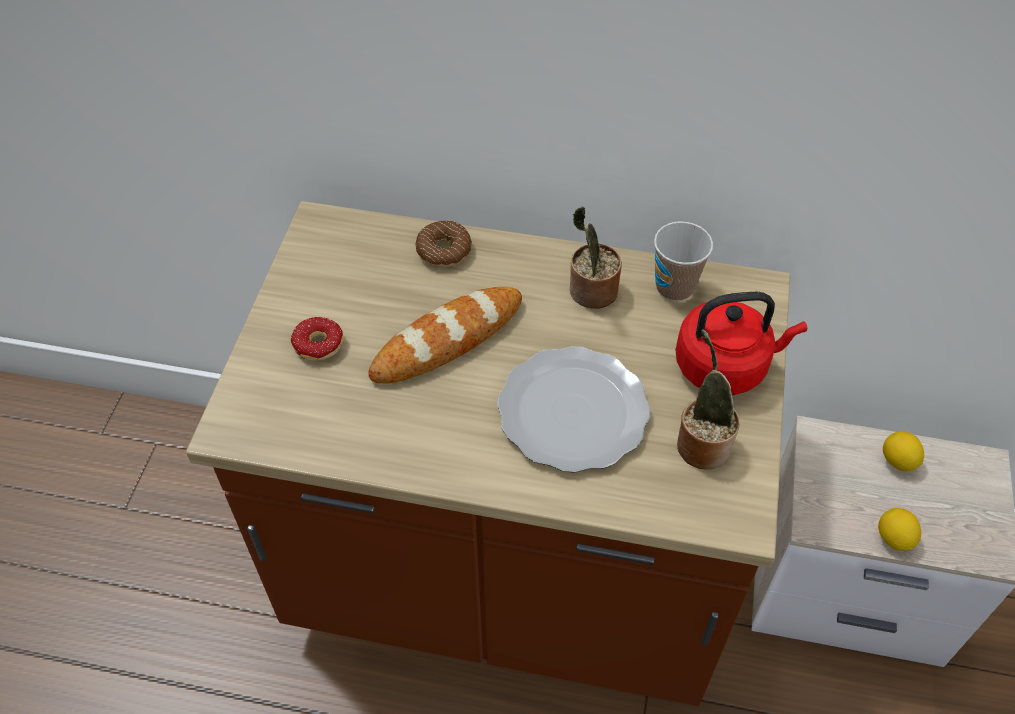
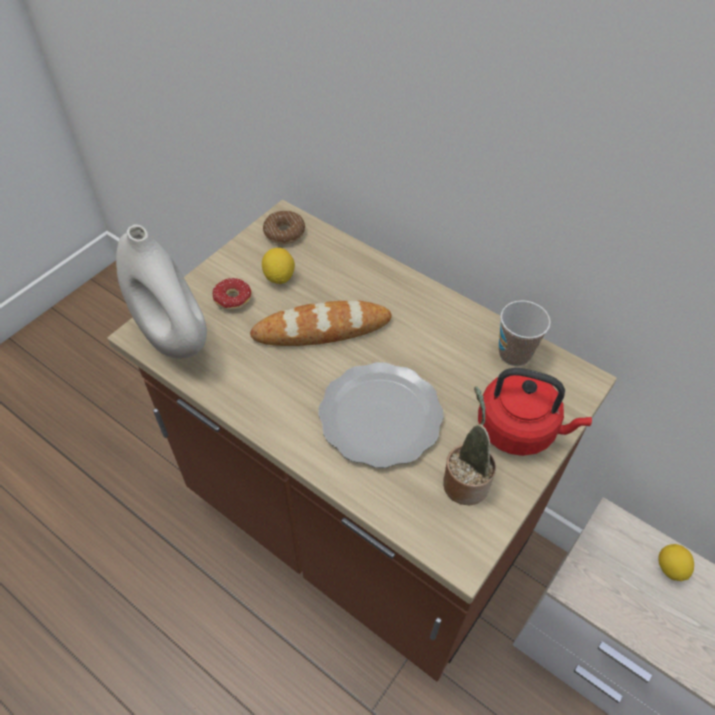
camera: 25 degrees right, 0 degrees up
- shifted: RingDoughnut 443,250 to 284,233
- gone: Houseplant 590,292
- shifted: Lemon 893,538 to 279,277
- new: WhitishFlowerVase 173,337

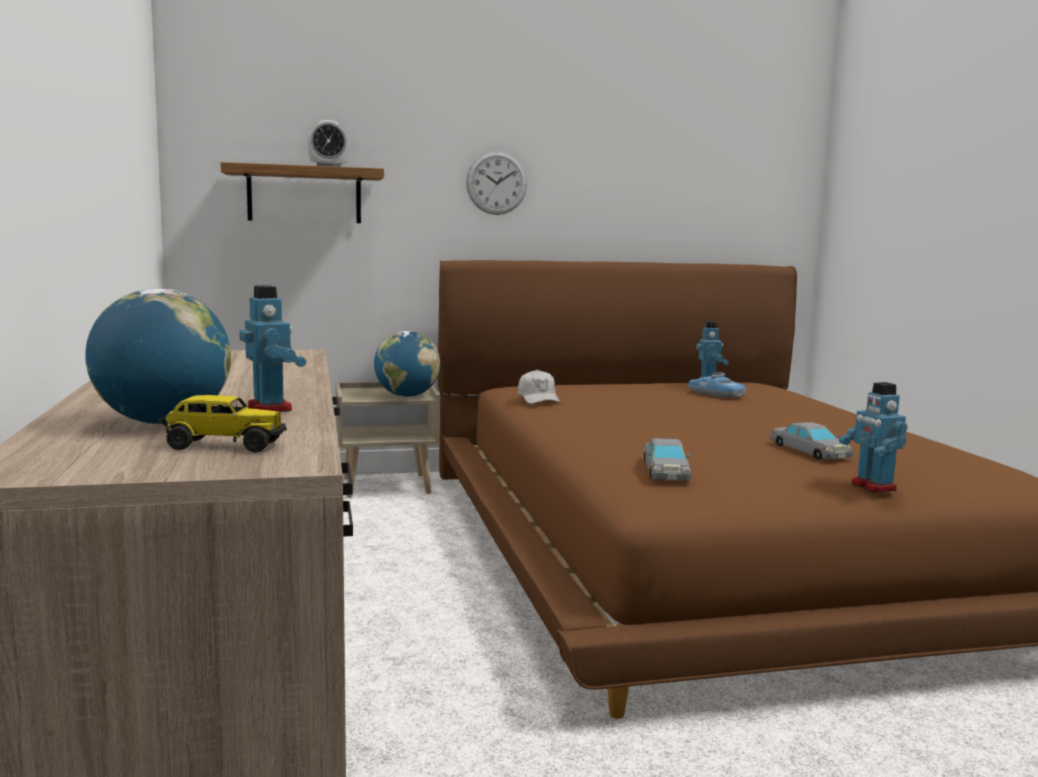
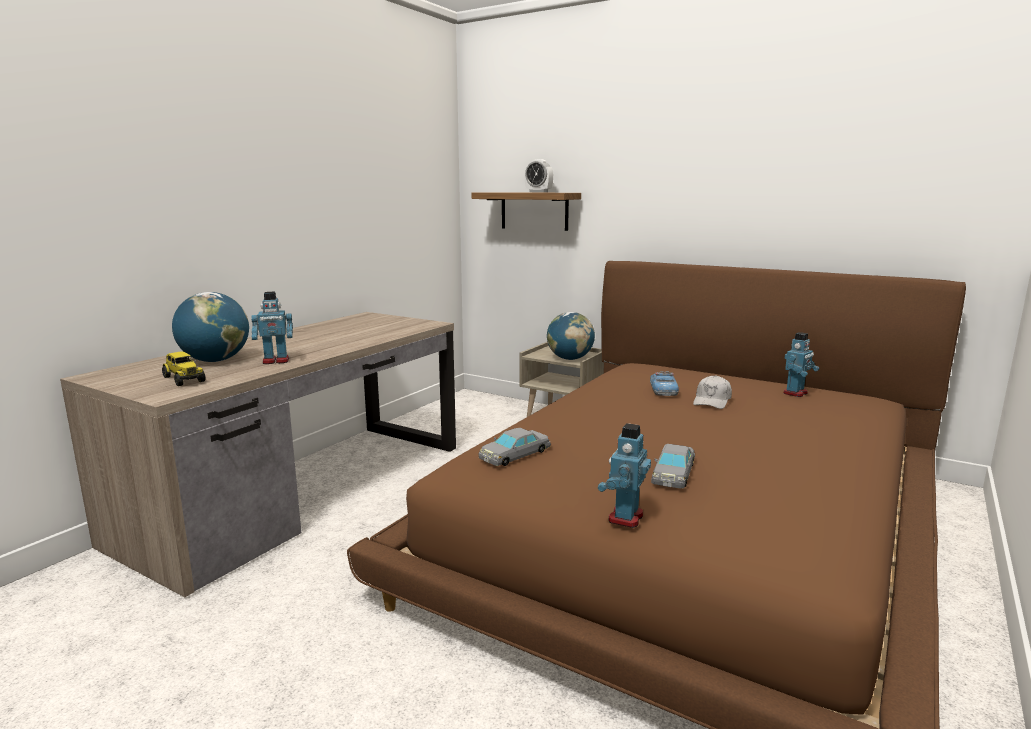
camera: 45 degrees right, 5 degrees up
- rotated: RobotFigure 271,408 = 276,361 60 degrees clockwise
- gone: ClockOnTheWall 496,183
- shifted: WhitishCap 538,399 to 712,401
- shifted: MiniatureCar 715,394 to 663,390

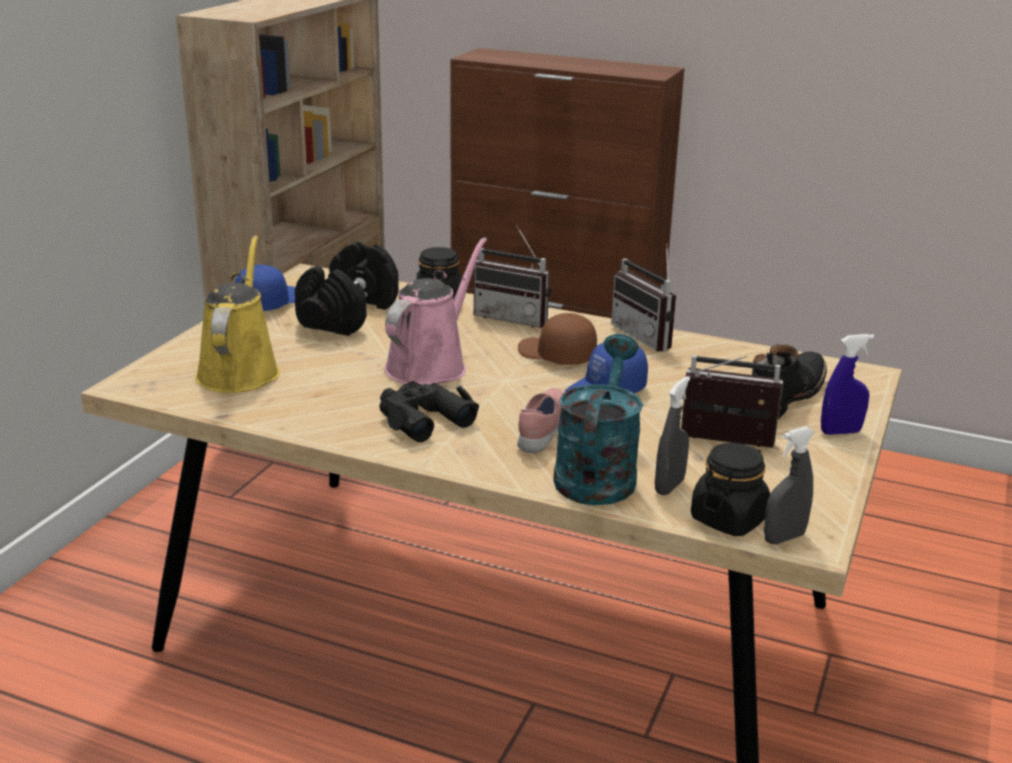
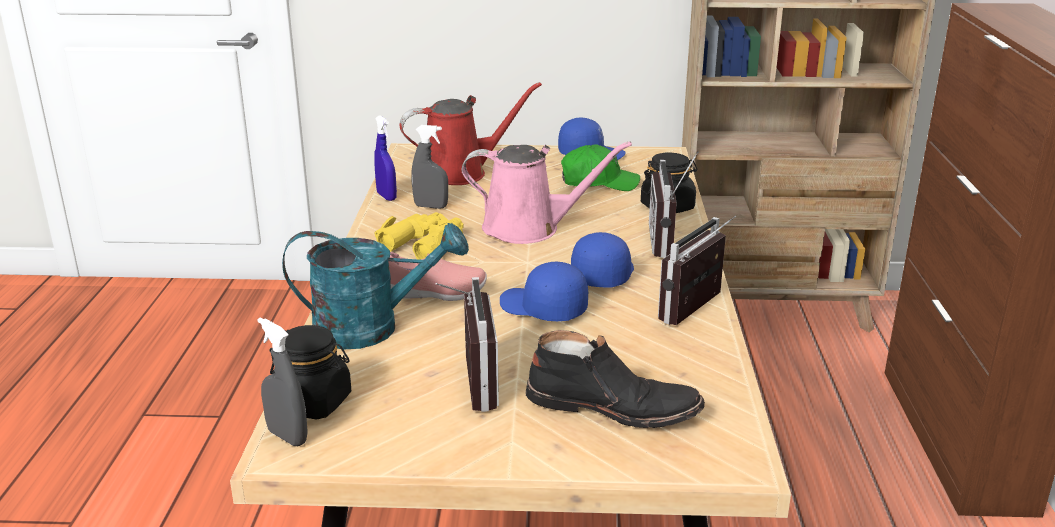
camera: 70 degrees right, 0 degrees up
- repainted: YellowColouredSprinklingCan 240,370 to RedColouredSprinklingCan 459,173
- swapped: BlackColouredFreeWeight 348,314 to GreenColouredCap 598,182
- repainted: BlackColouredPairOfBinoculars 422,419 to YellowColouredPairOfBinoculars 425,244
- repainted: BrownishCap 555,355 to BluishCap 602,274
- shifted: GrayHandSprayer 669,486 to 431,206
- shifted: BluishHandSprayer 840,432 to 386,196

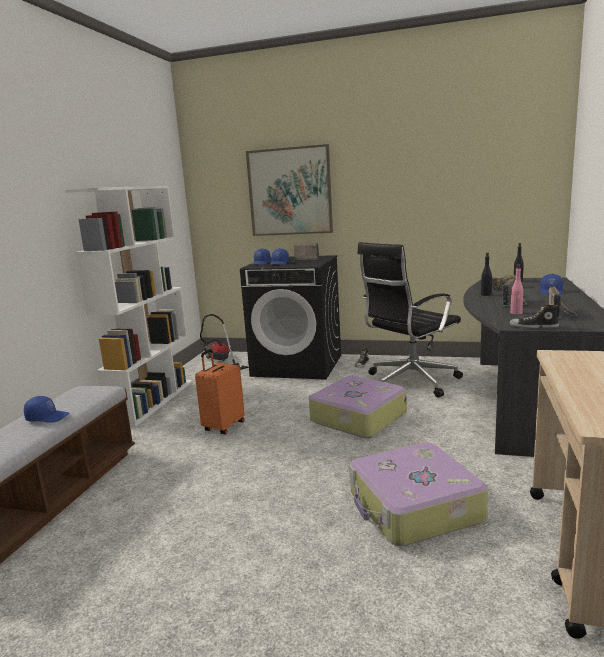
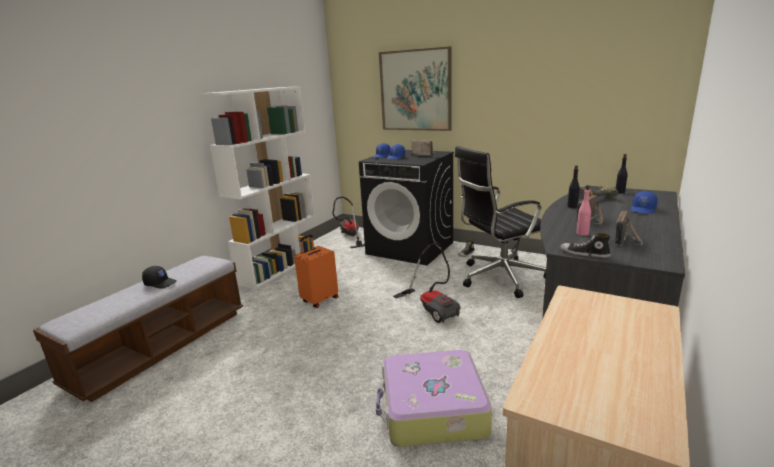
camera: 15 degrees right, 5 degrees up
- repainted: BluishCap 48,417 to BlackColouredCap 161,283
- swapped: Suitcase 357,417 to Hoover 432,308

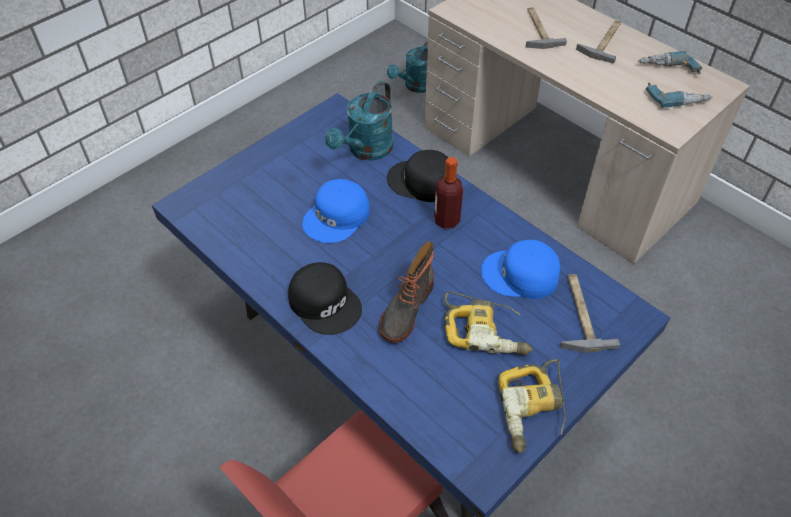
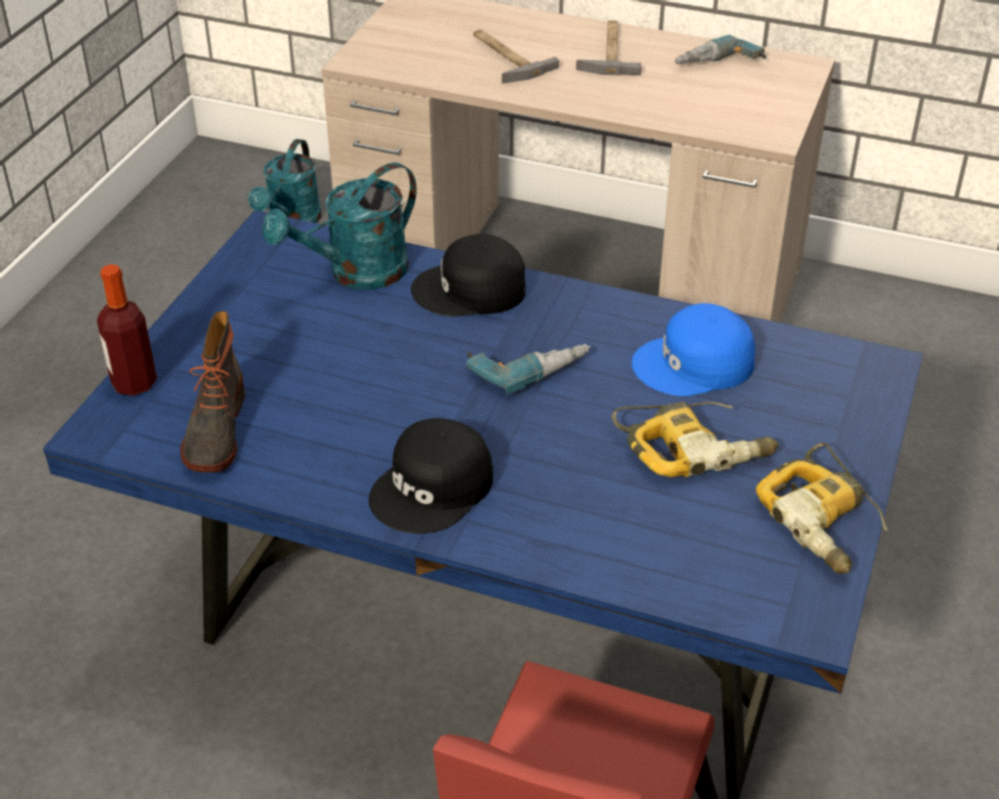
camera: 25 degrees left, 10 degrees down
- rotated: BlackColouredCap 325,302 = 433,488 105 degrees clockwise
- gone: BluishCap 337,217
- rotated: TurquoiseSprinklingCan 366,151 = 356,274 45 degrees clockwise
- shifted: Boot 405,309 to 214,431
- shifted: Bottle 446,220 to 134,383
- gone: Hammer 579,314
- shifted: Drill 676,98 to 527,366

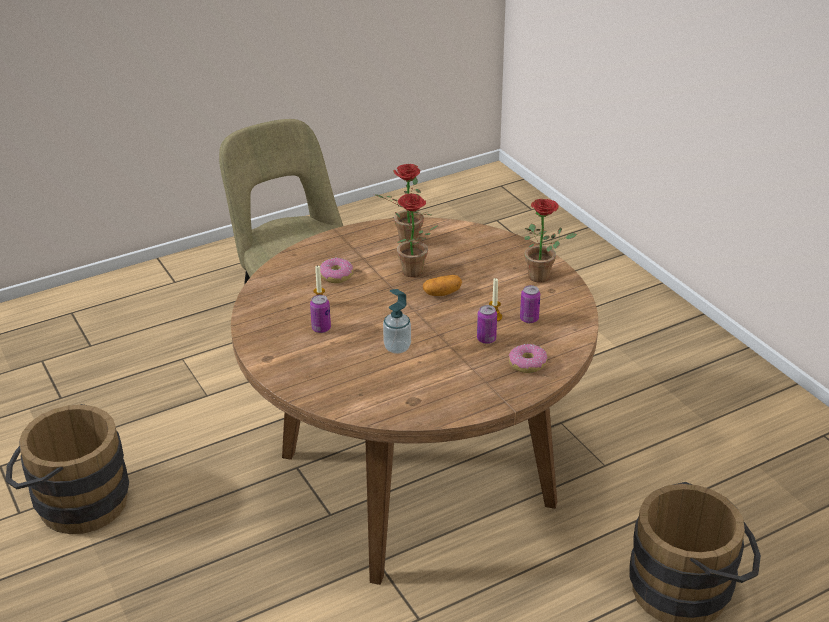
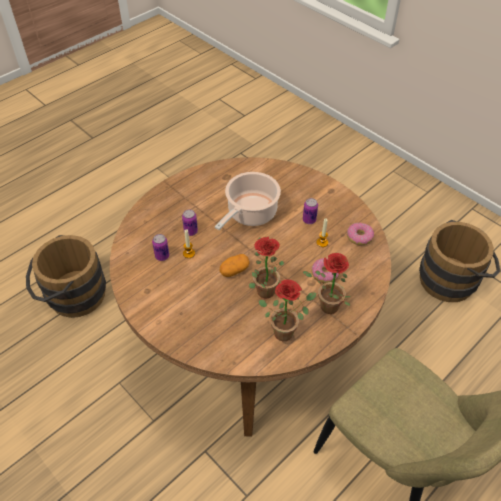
camera: 165 degrees right, 15 degrees up
- swapped: LiquidSoapBottle 397,347 to CookingPot 250,213
- shifted: RingDoughnut 527,364 to 359,237
- shifted: Houseplant 543,276 to 325,307

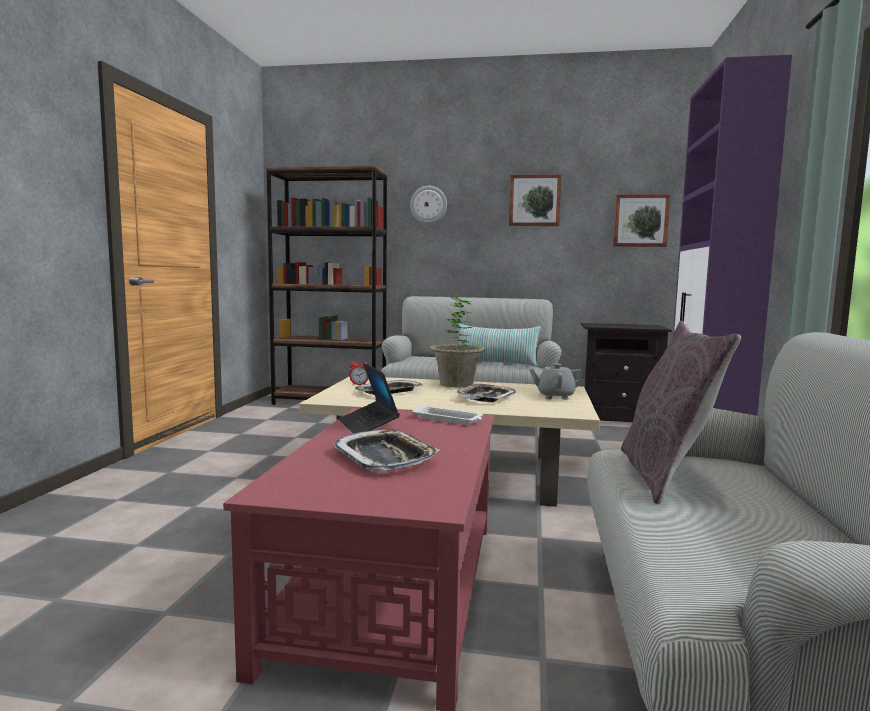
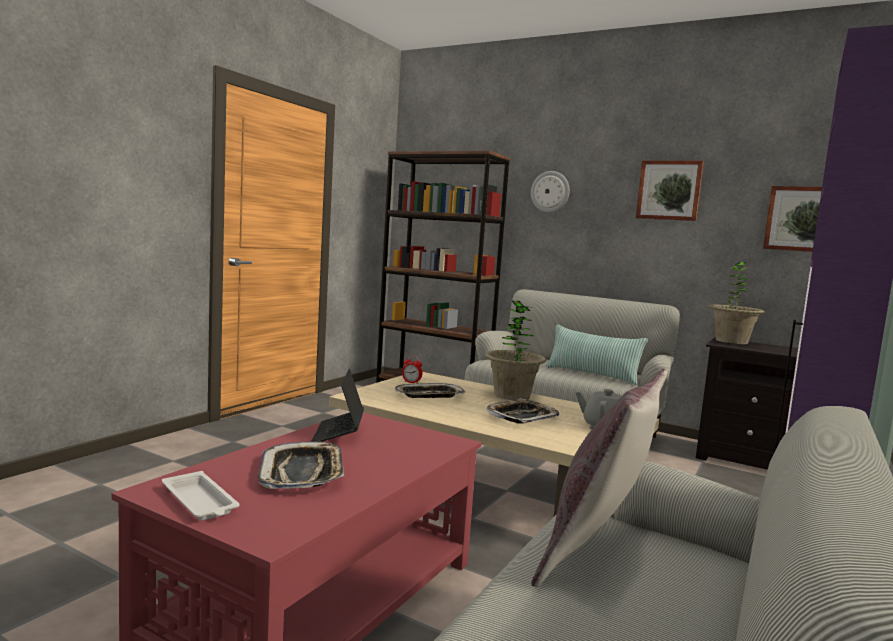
camera: 20 degrees right, 0 degrees up
- shifted: WhitishTray 448,419 to 200,502
- new: Houseplant 731,341

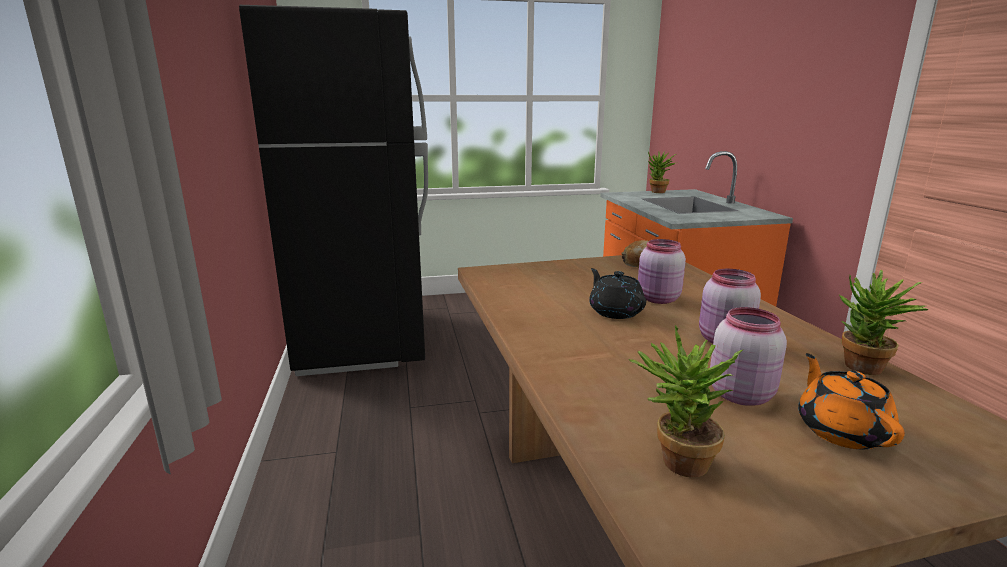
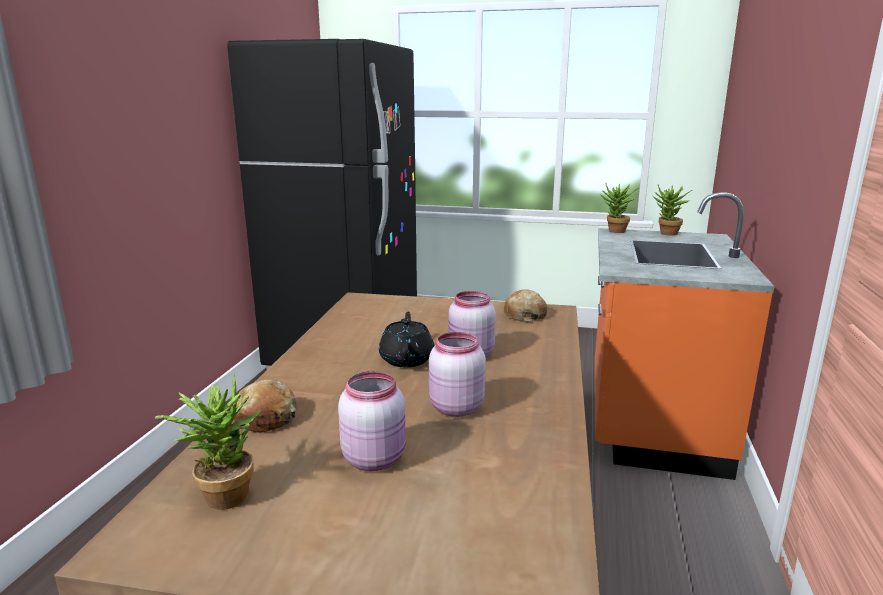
camera: 25 degrees right, 0 degrees up
- gone: OrangeTeaPot 841,430
- shifted: Houseplant 863,370 to 614,231
- new: Bread 266,418

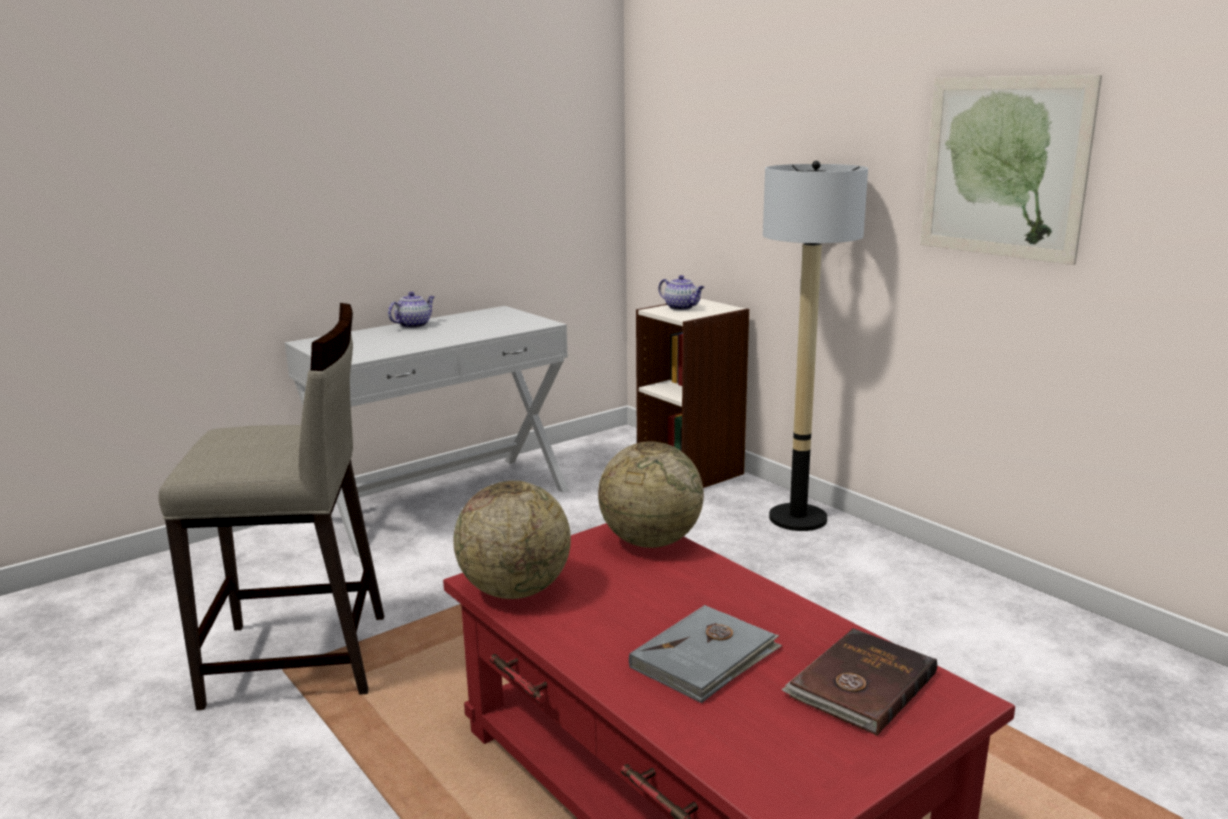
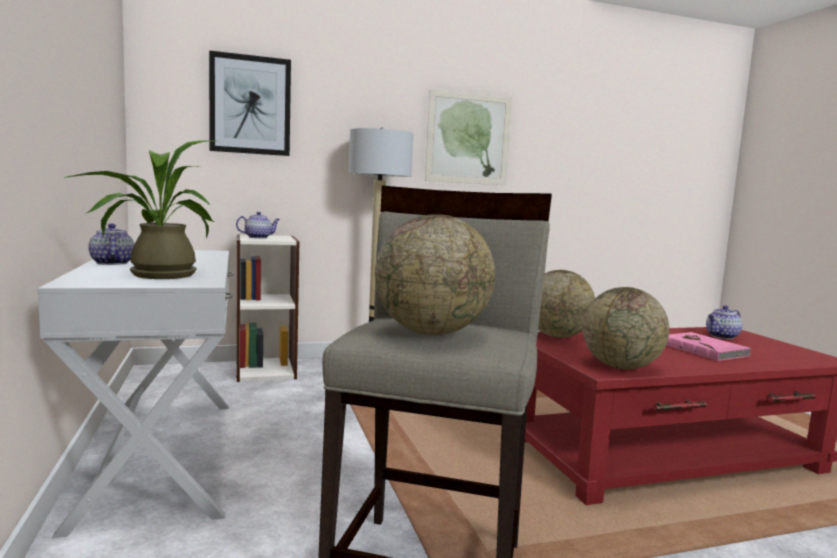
camera: 70 degrees left, 10 degrees down
- repainted: GrayBoundBook 706,658 to PinkBoundBook 703,349
- swapped: BrownishBoundBook 860,685 to TeaPot 722,336
- new: Houseplant 154,275
- new: WallArt 250,105
- new: DeskGlobe 431,332

